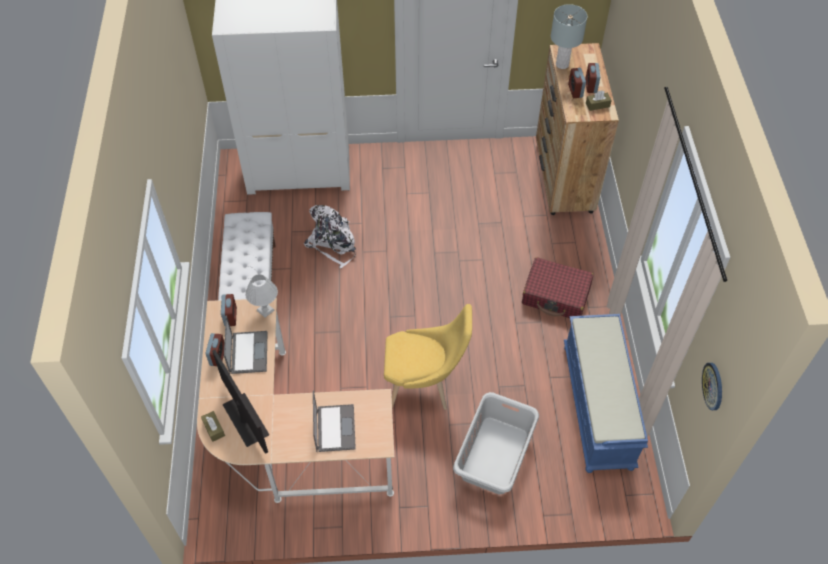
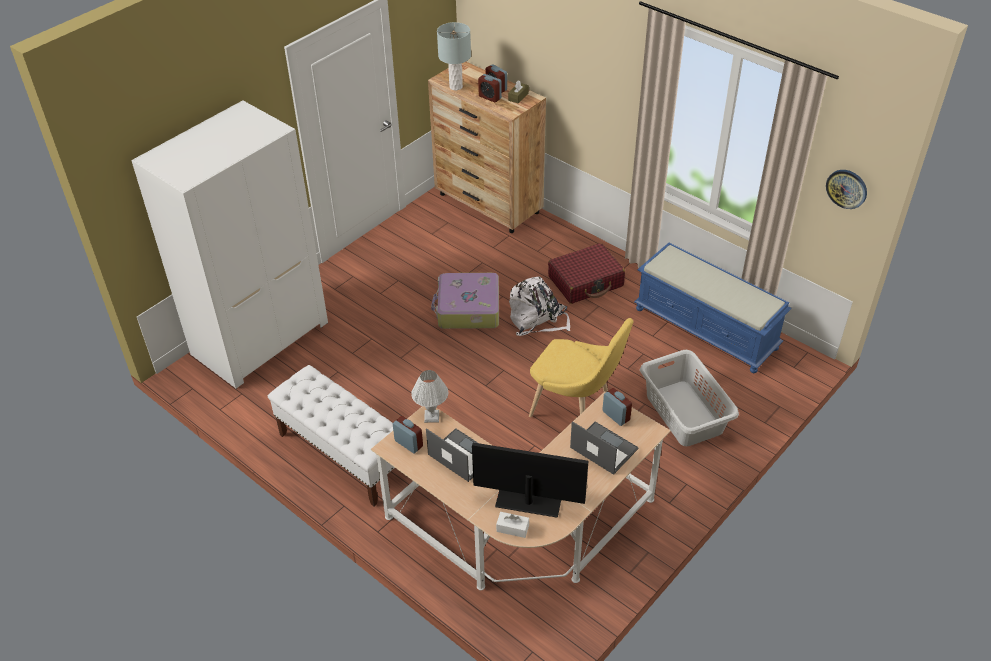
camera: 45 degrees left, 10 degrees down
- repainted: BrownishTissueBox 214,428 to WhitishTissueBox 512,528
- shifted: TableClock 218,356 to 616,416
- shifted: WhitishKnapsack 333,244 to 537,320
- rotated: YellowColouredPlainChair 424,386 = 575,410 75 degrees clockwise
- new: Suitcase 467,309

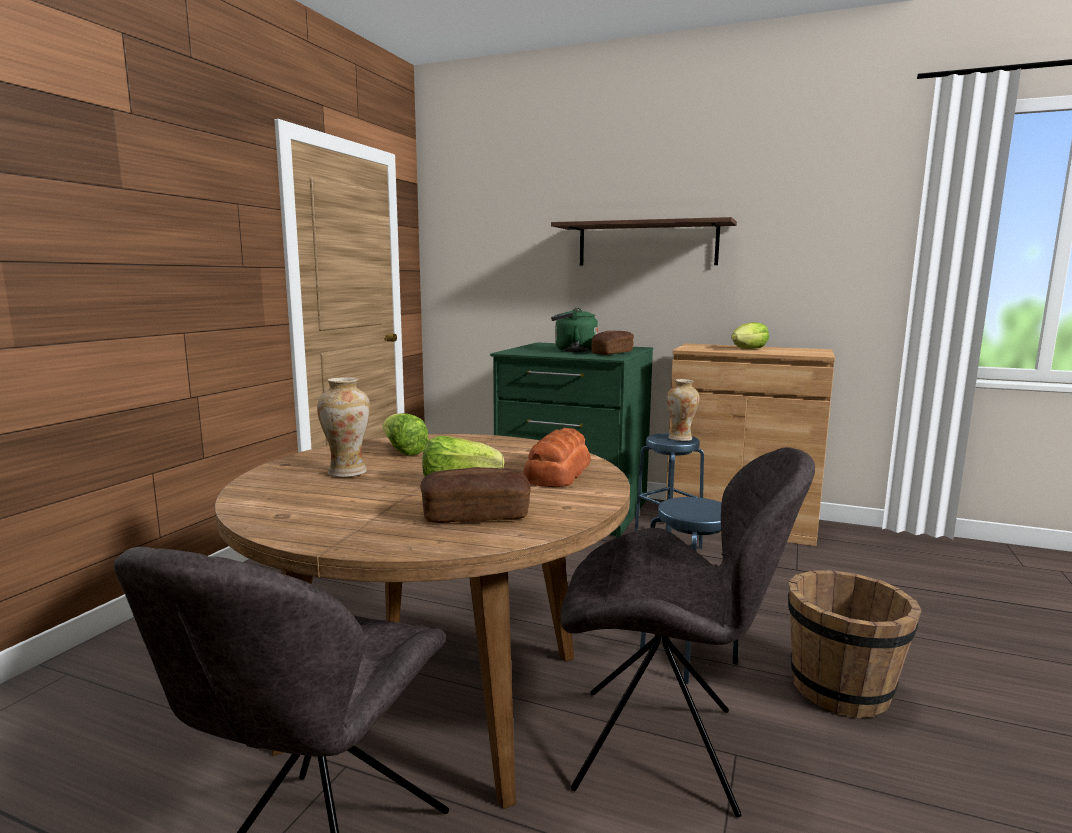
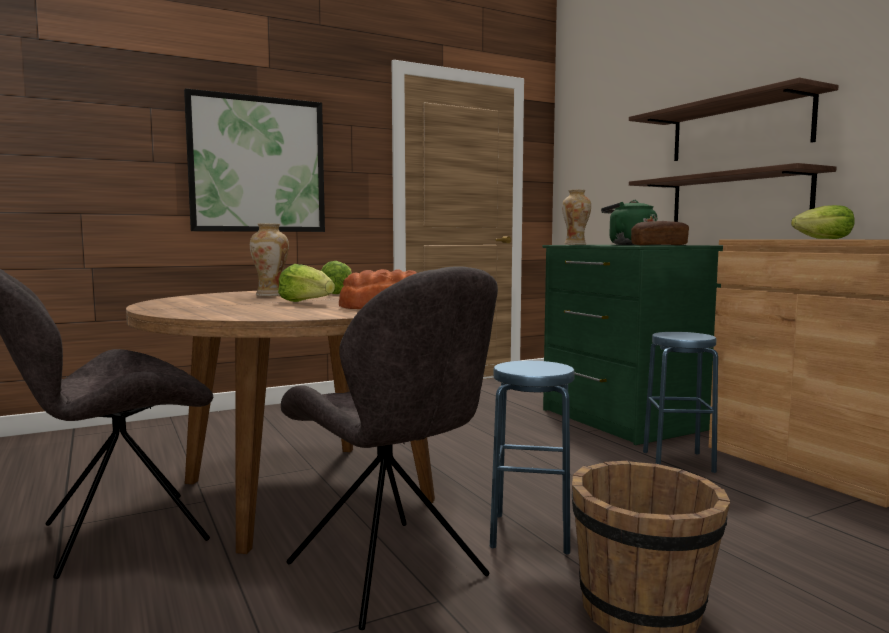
camera: 40 degrees right, 5 degrees down
- gone: Bread 476,515
- shifted: FlowerVase 680,438 to 575,244
- new: WallArt 257,165
- new: WallShelf 738,199

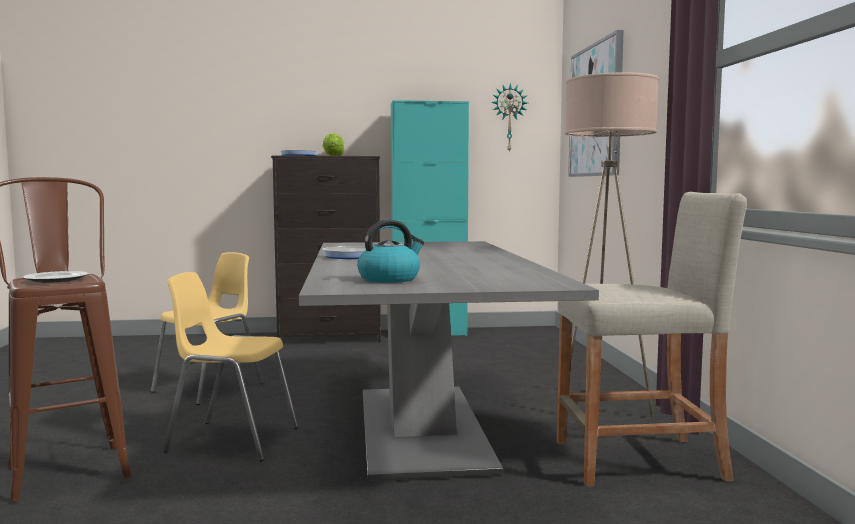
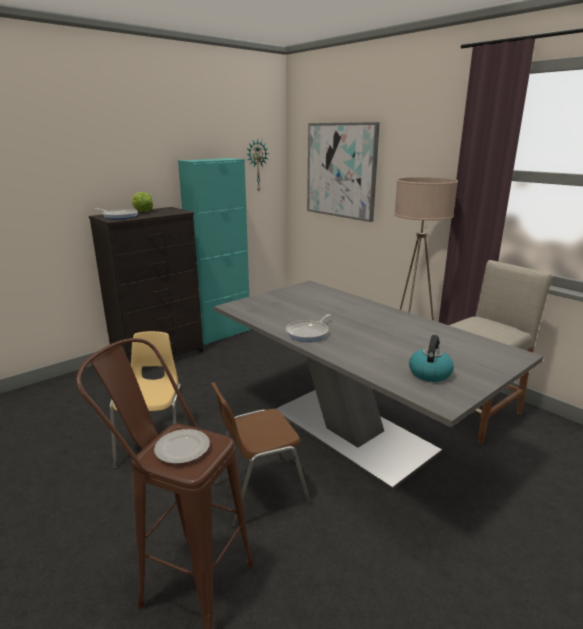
camera: 35 degrees left, 15 degrees up
- repainted: YellowColouredPlainChair 232,440 to BrownishPlainChair 259,492

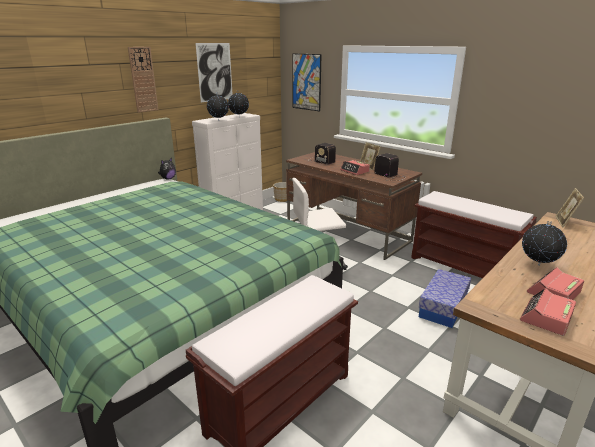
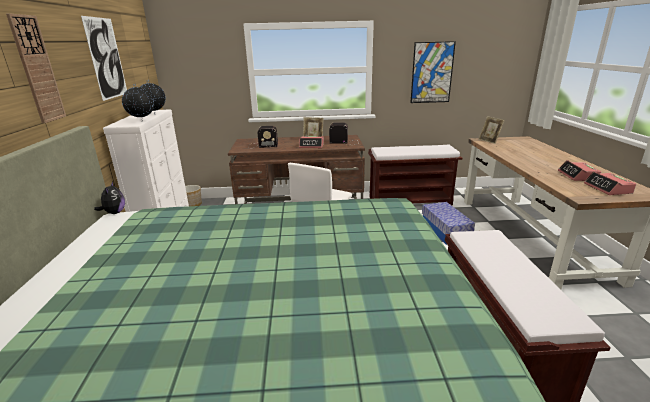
camera: 45 degrees left, 0 degrees up
- shifted: WallArt 306,82 to 432,73
- gone: DeskGlobe 538,265

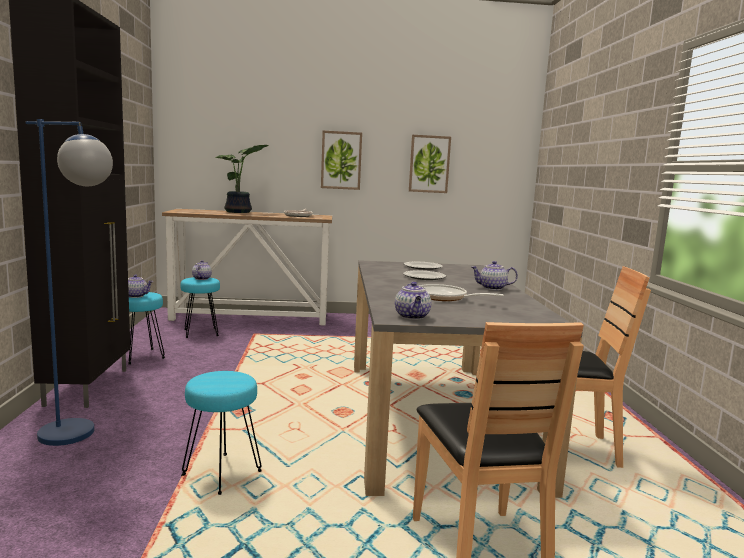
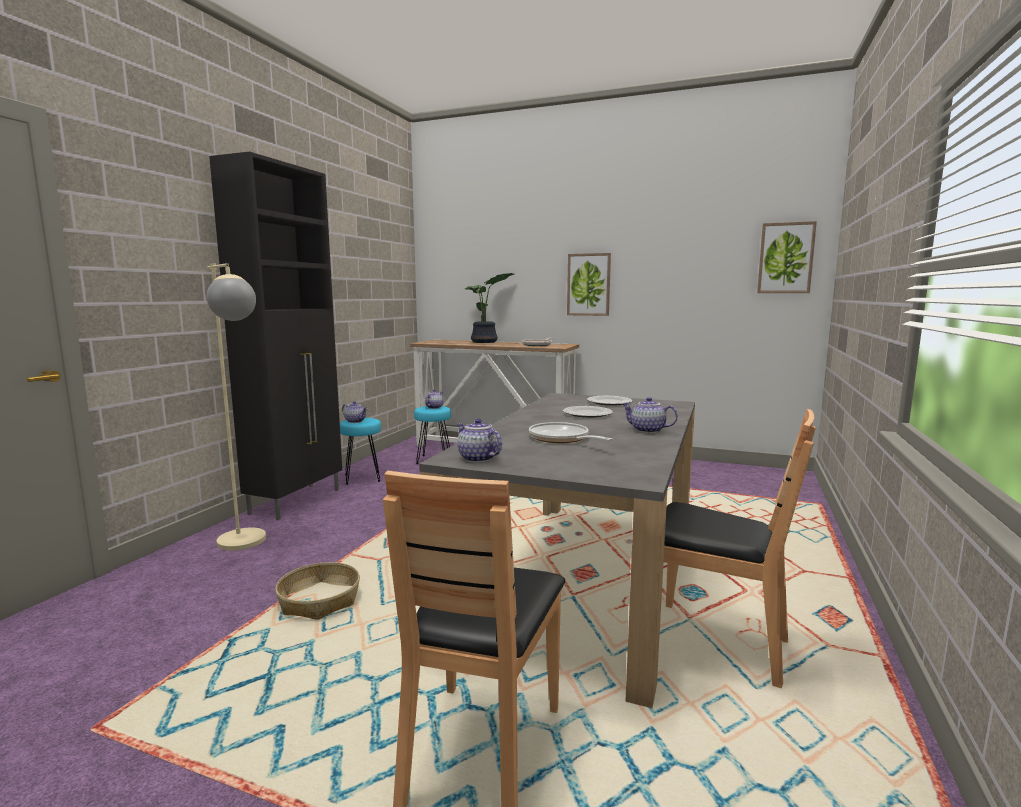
camera: 25 degrees right, 0 degrees up
- repainted: BluishStandingLamp 79,437 to SandColouredStandingLamp 247,546
- swapped: TurquoiseStool 221,474 to Basket 319,601
- rotated: TeaPot 412,316 = 477,458 120 degrees clockwise
- shifted: WallArt 429,164 to 785,258

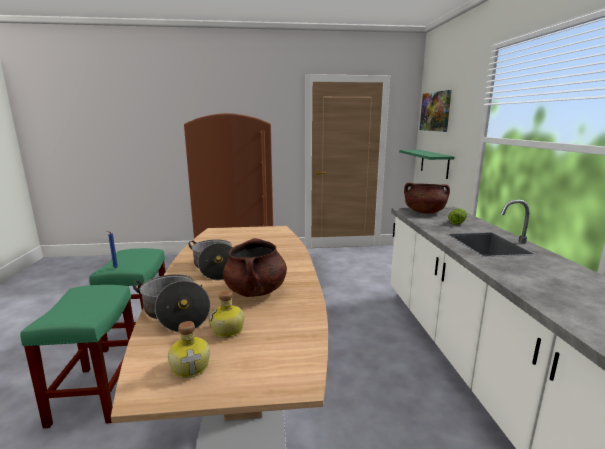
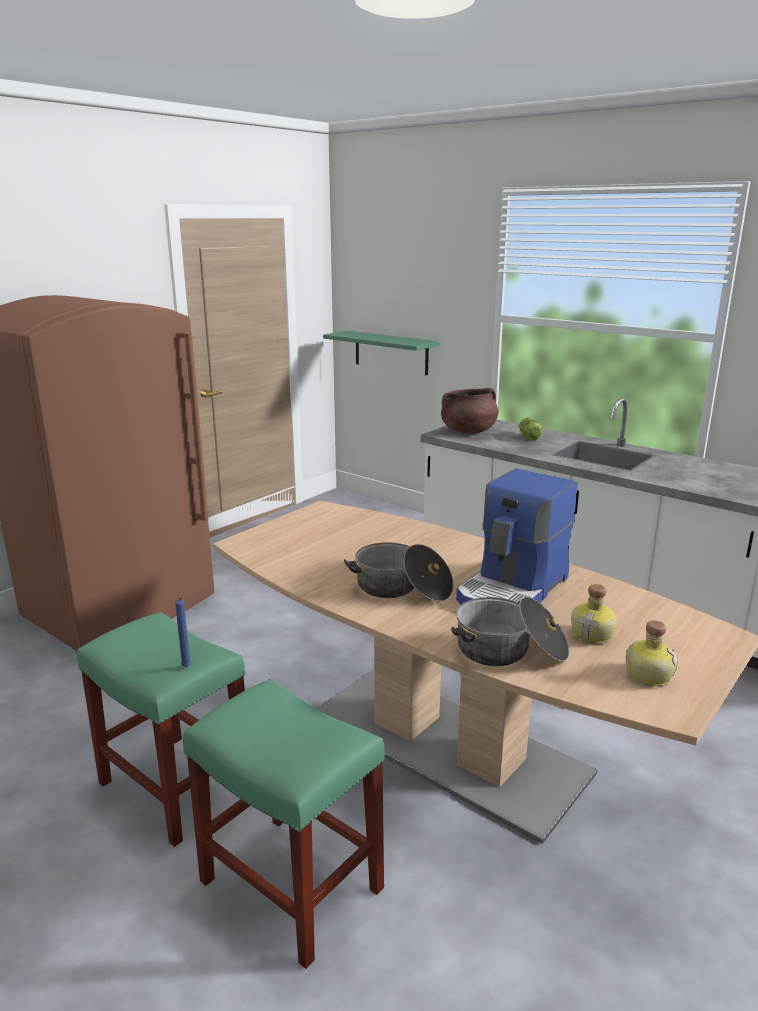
camera: 45 degrees left, 5 degrees up
- swapped: BrownishCookingPot 256,291 to CoffeeMaker 514,590
- gone: WallArt 435,111

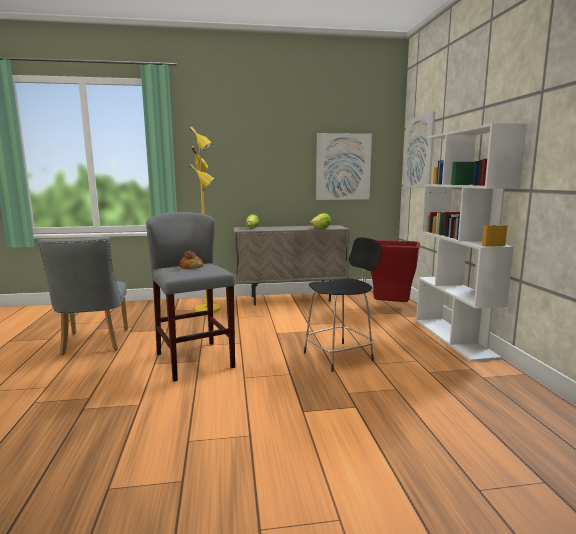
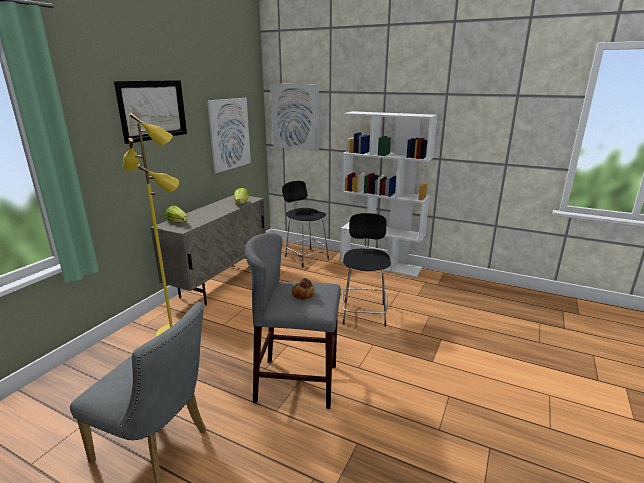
camera: 55 degrees left, 10 degrees up
- swapped: RedColouredRubbishBin 391,308 to BlackColouredStool 306,257
- new: WallArt 153,110

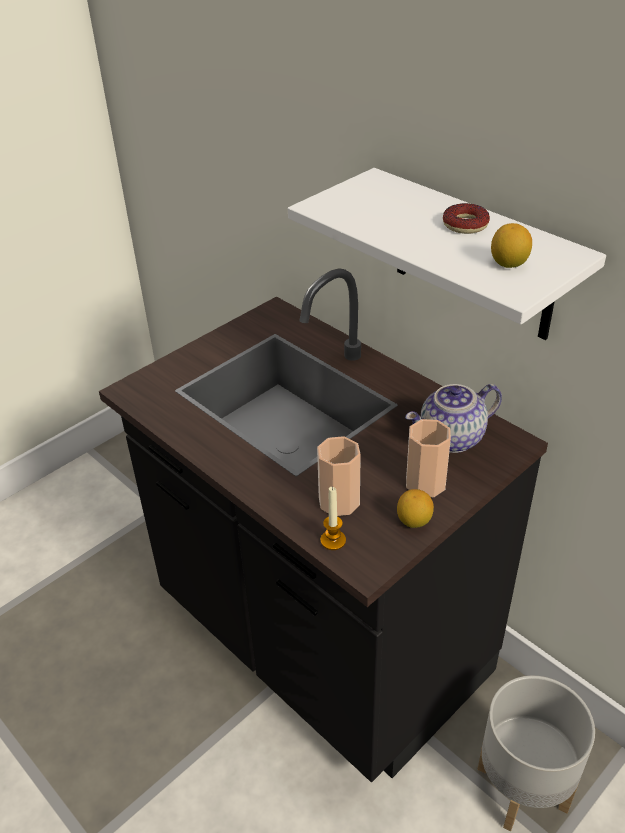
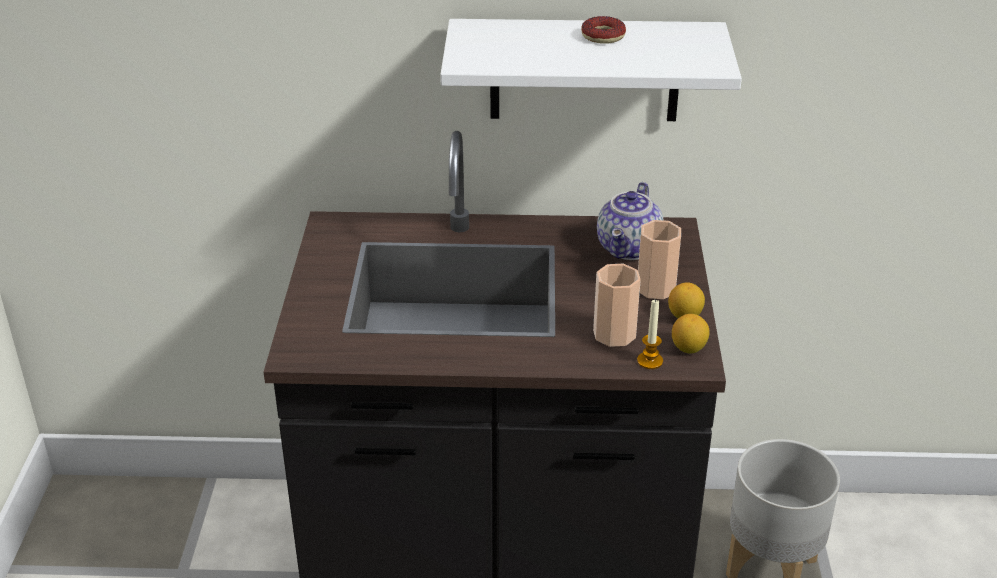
camera: 45 degrees left, 5 degrees down
- shifted: Lemon 508,264 to 689,348

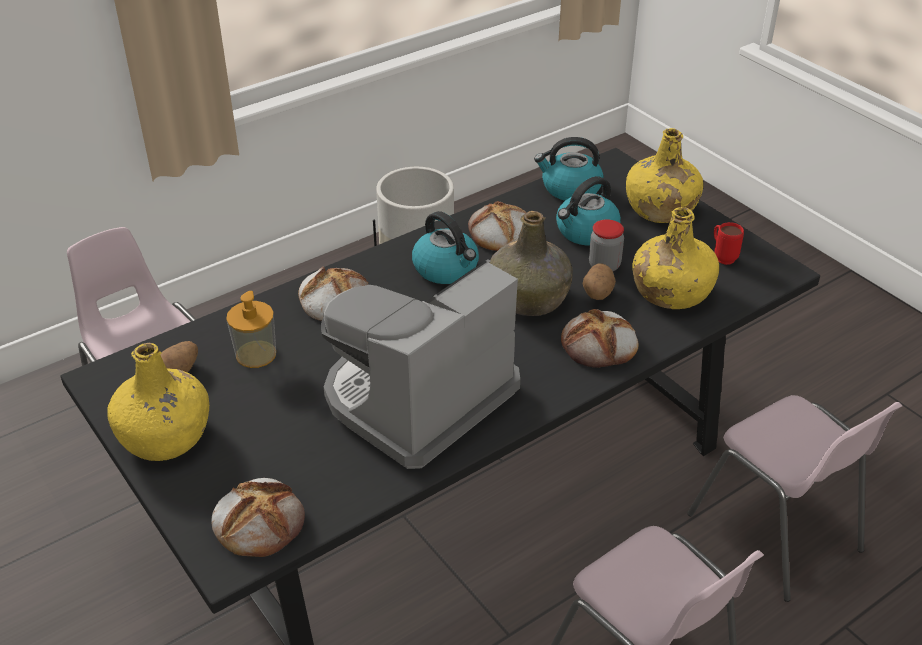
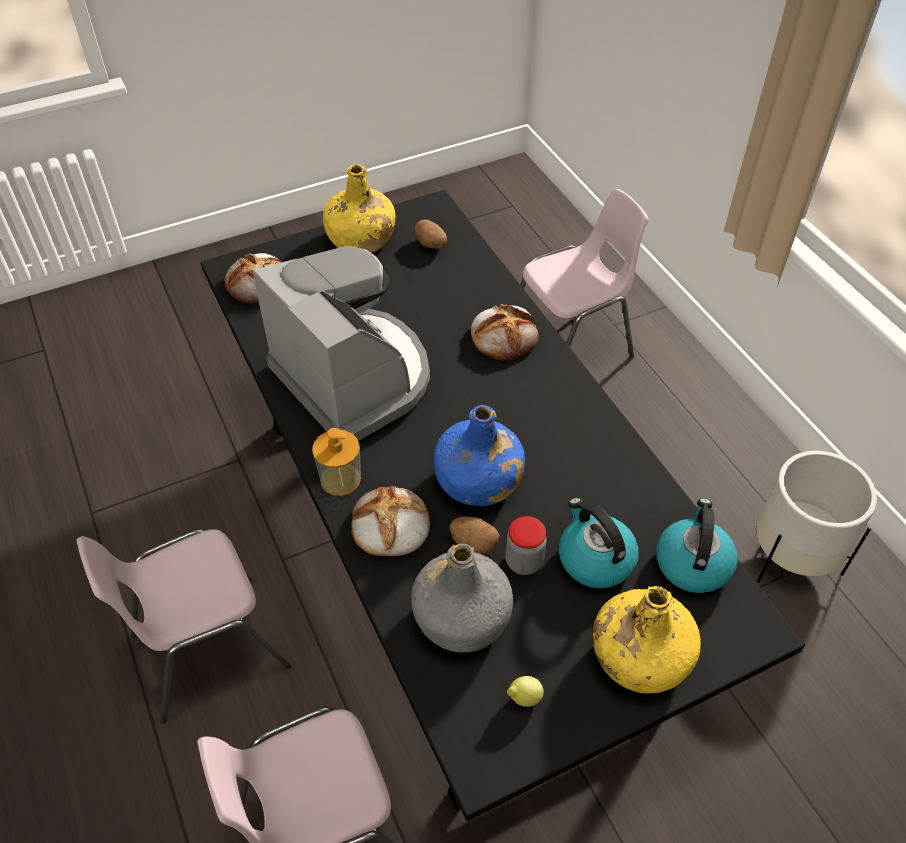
camera: 100 degrees right, 10 degrees up
- shifted: LiquidSoapBottle 256,354 to 340,479
- gone: WaterKettle 446,269
- gone: Bread 500,233
- repainted: GreenColouredBottle 530,298 to BluishBottle 478,481
- repainted: YellowColouredBottle 671,292 to GrayBottle 462,617
- swapped: RedColouredTeaMug 722,257 to Lemon 523,698

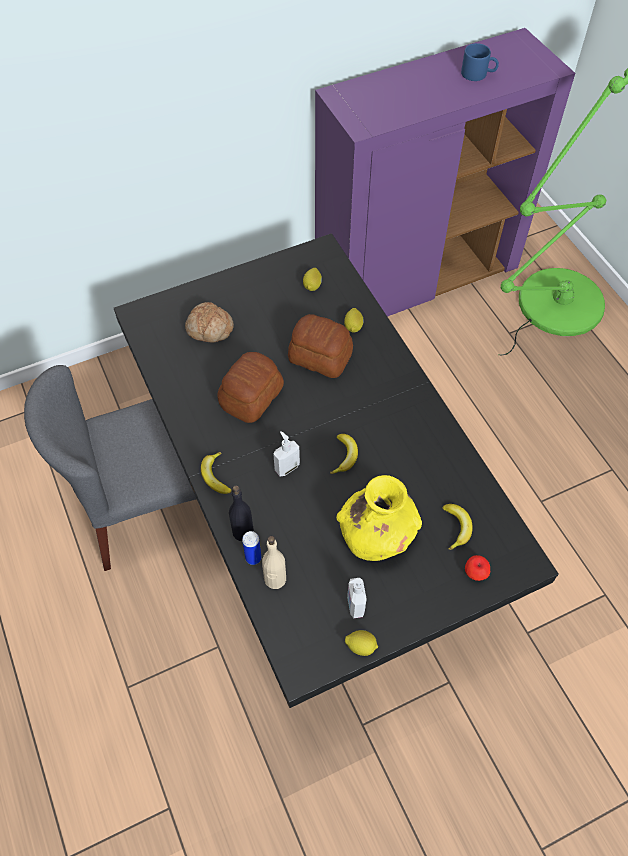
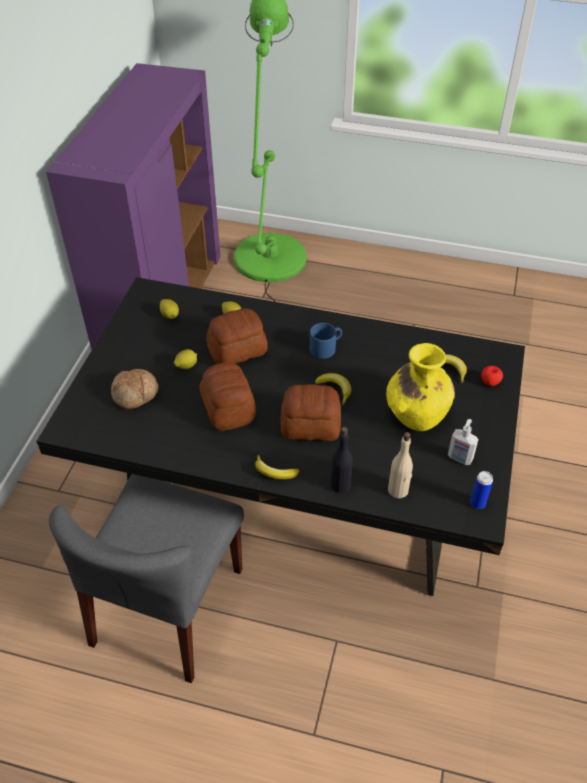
camera: 50 degrees left, 10 degrees down
- shifted: SealedCan 253,558 to 477,503
- swapped: LiquidSoapBottle 286,467 to Bread 311,426
- shifted: Lemon 361,646 to 186,366
- shifted: BluishTeaMug 478,74 to 326,347

